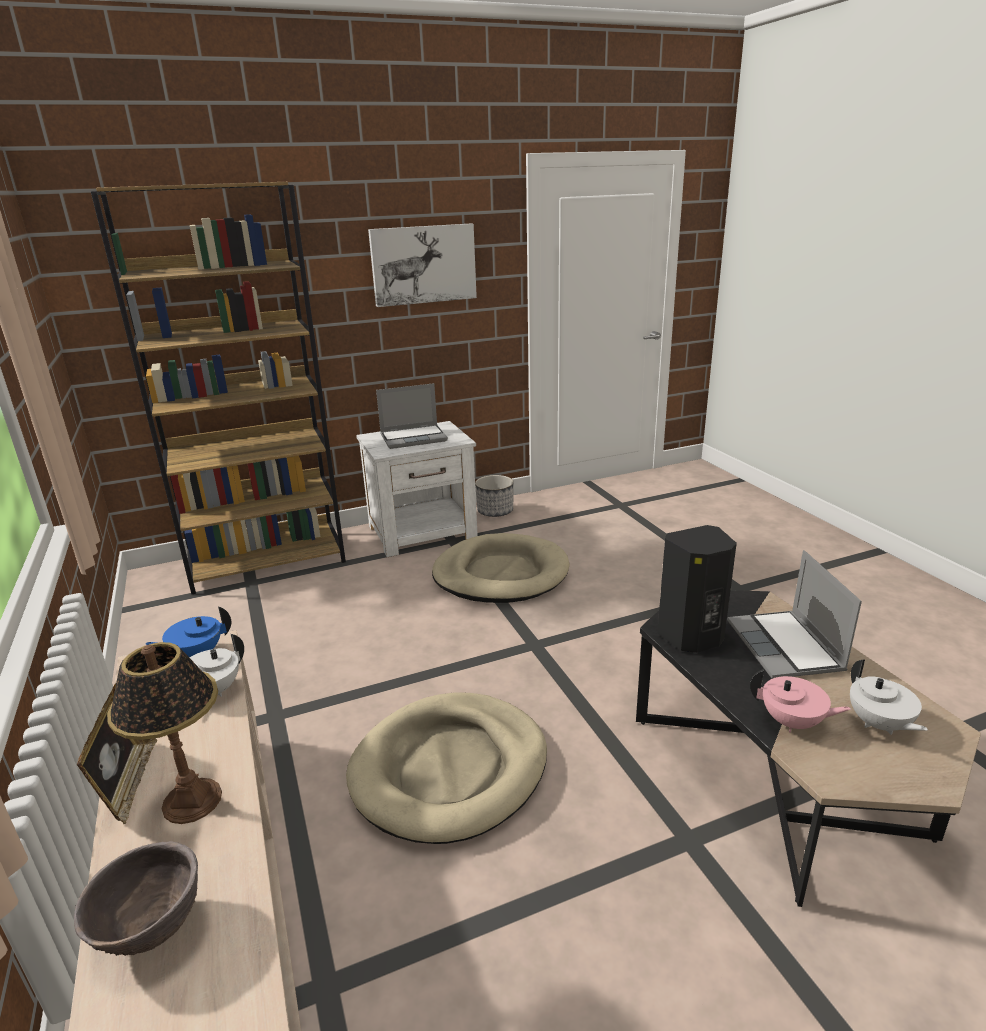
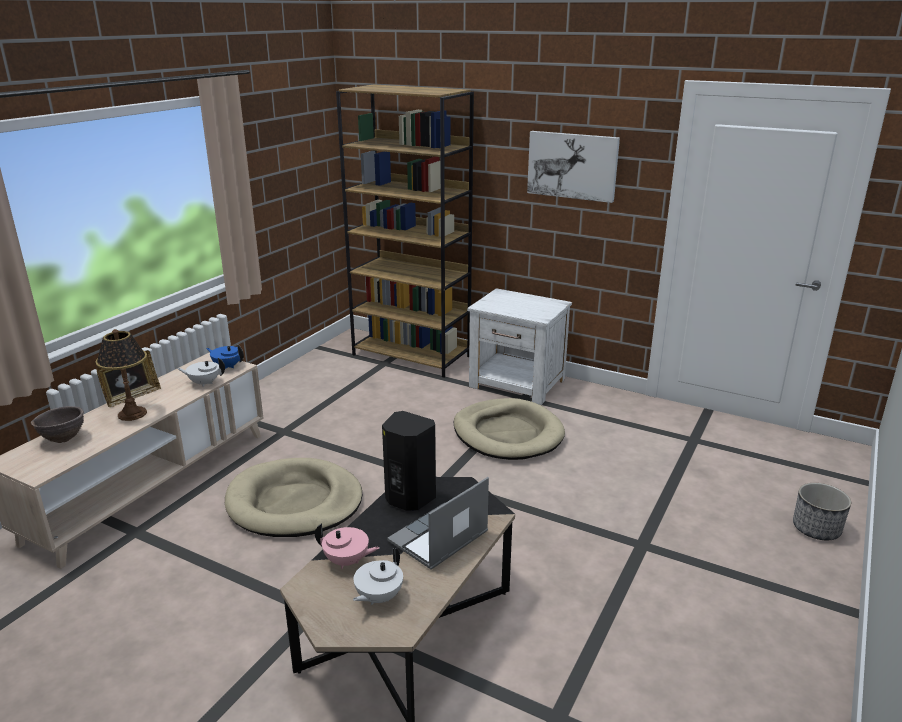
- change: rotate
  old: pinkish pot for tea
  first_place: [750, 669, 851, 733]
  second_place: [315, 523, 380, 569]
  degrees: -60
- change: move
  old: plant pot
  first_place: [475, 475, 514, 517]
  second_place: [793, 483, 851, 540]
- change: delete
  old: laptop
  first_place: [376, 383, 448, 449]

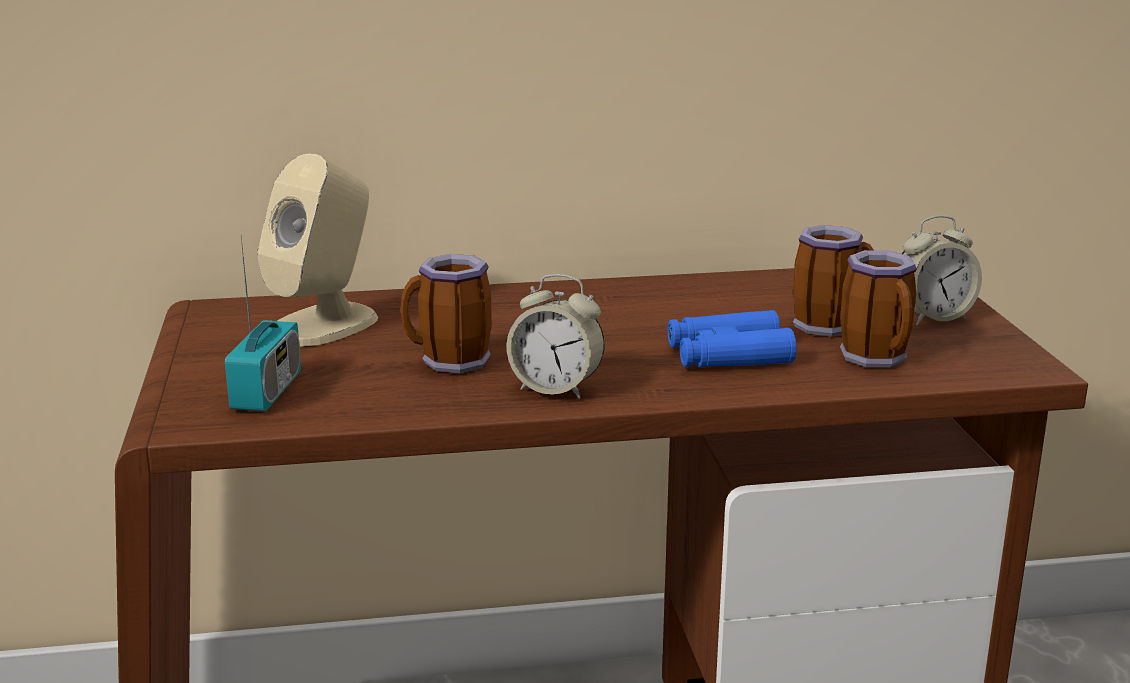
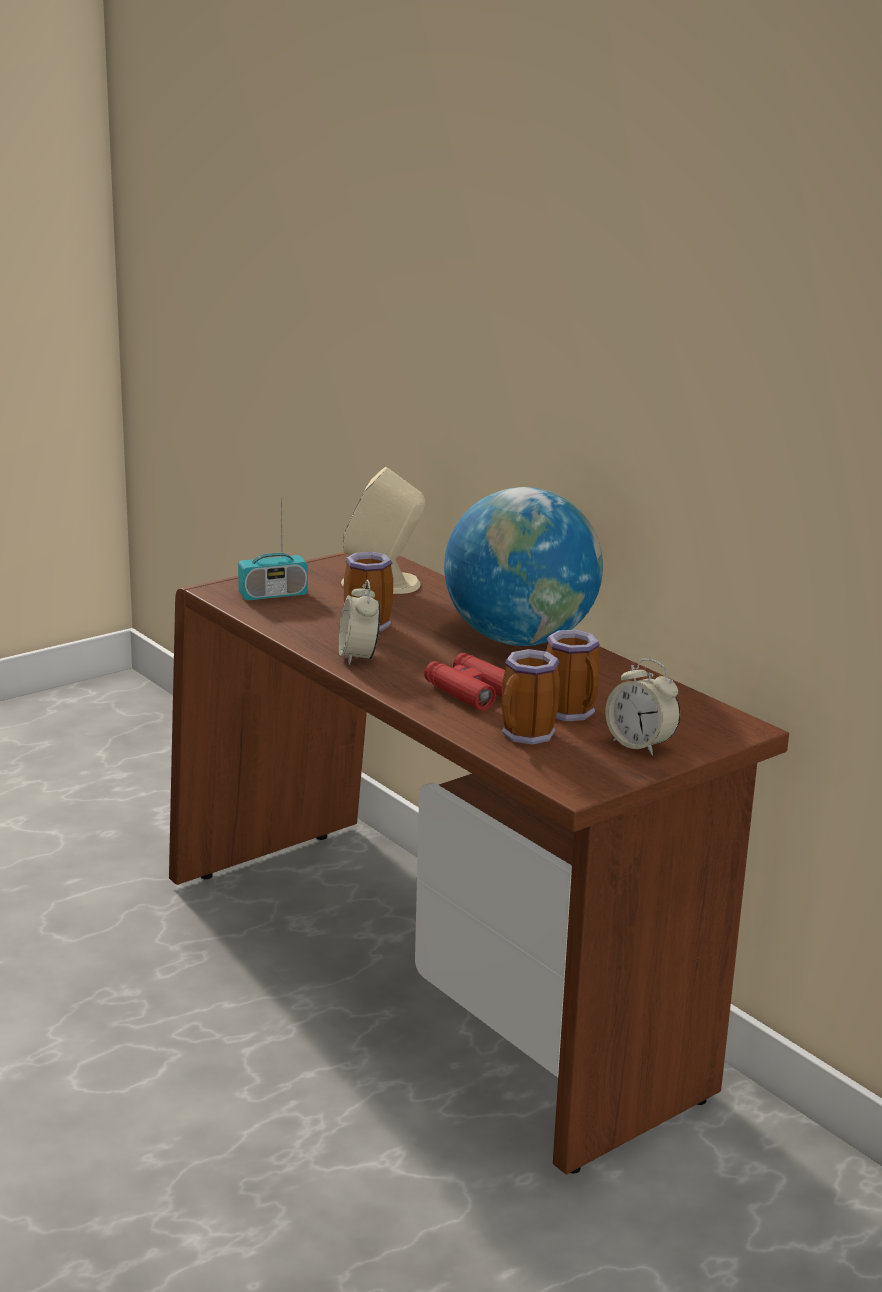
- change: recolor
  old: bluish pair of binoculars
  new: red pair of binoculars
  first_place: [667, 310, 797, 367]
  second_place: [424, 653, 505, 711]
- change: insert
  new: desk globe
  second_place: [444, 487, 603, 646]

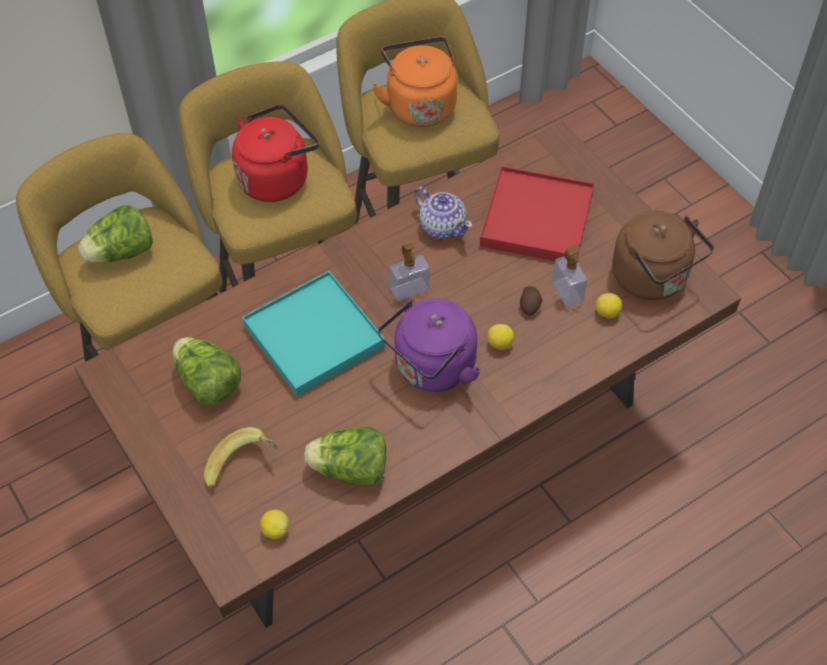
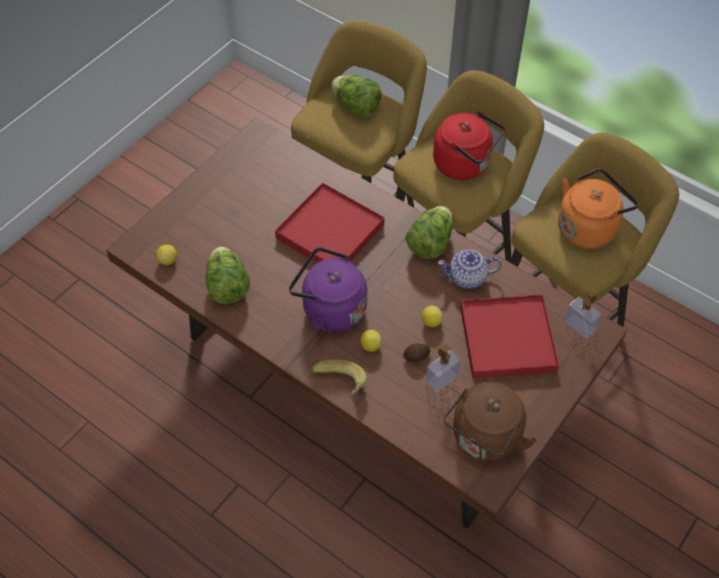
- change: recolor
  old: turquoise-coloured tray
  new: red tray
  first_place: [242, 271, 385, 397]
  second_place: [275, 182, 385, 263]
- change: move
  old: whole banana
  first_place: [204, 427, 278, 489]
  second_place: [311, 360, 367, 397]
- change: move
  old: lettuce
  first_place: [173, 337, 241, 406]
  second_place: [405, 206, 453, 259]
- change: move
  old: whole lemon
  first_place: [595, 293, 622, 319]
  second_place: [422, 306, 442, 327]
- change: rotate
  old: pot for tea
  first_place: [414, 187, 472, 239]
  second_place: [437, 249, 502, 289]
  degrees: 60
- change: move
  old: soap dispenser
  first_place: [389, 243, 430, 301]
  second_place: [564, 290, 602, 339]

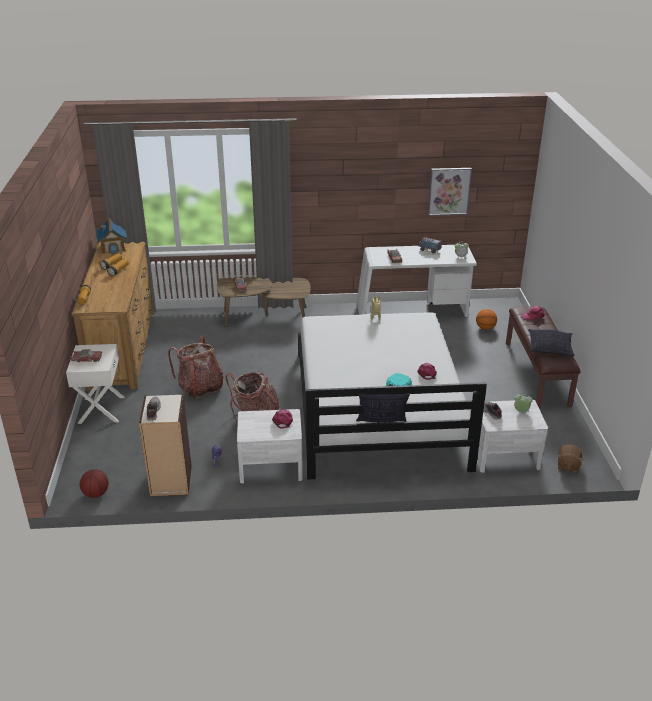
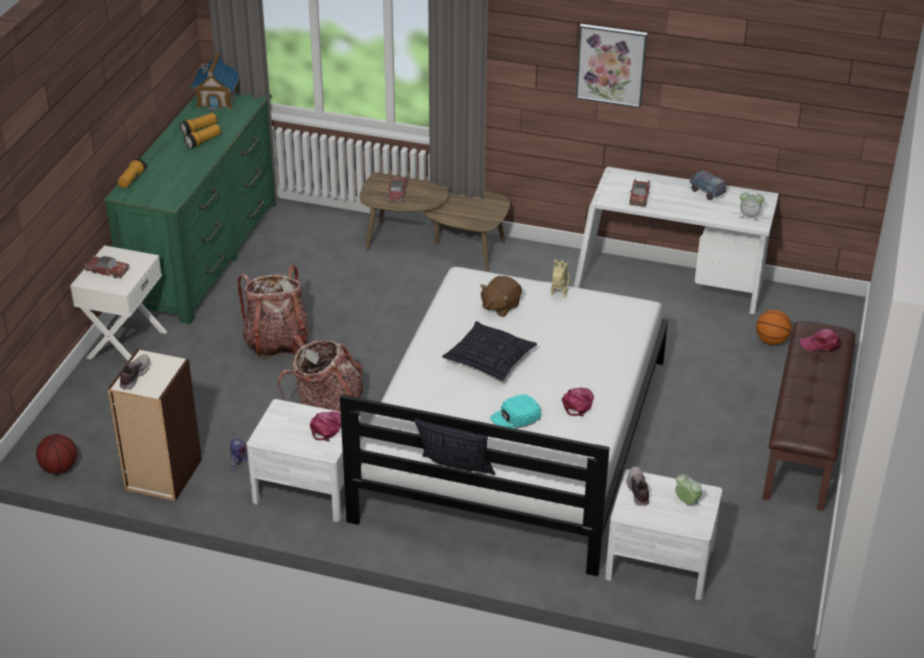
- change: recolor
  old: brownish drawer chest
  new: greenish drawer chest
  first_place: [72, 241, 154, 391]
  second_place: [103, 94, 276, 324]
- change: move
  old: pillow
  first_place: [528, 329, 574, 356]
  second_place: [442, 321, 537, 381]
- change: move
  old: brownish soft toy
  first_place: [558, 444, 584, 473]
  second_place: [480, 276, 522, 317]
- change: move
  old: wall picture
  first_place: [428, 168, 472, 216]
  second_place: [576, 24, 648, 108]

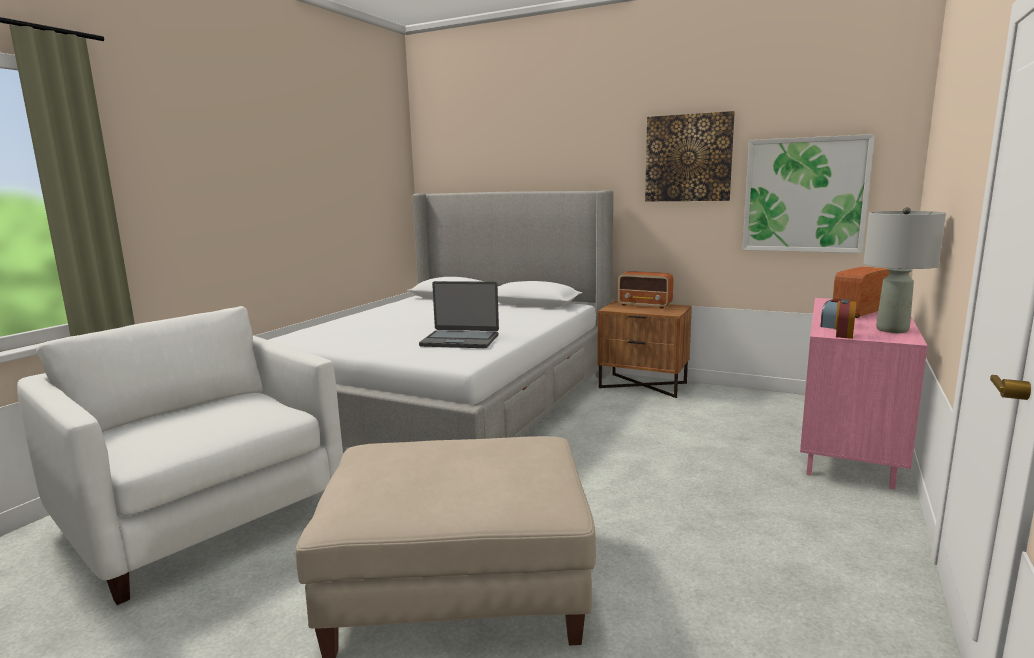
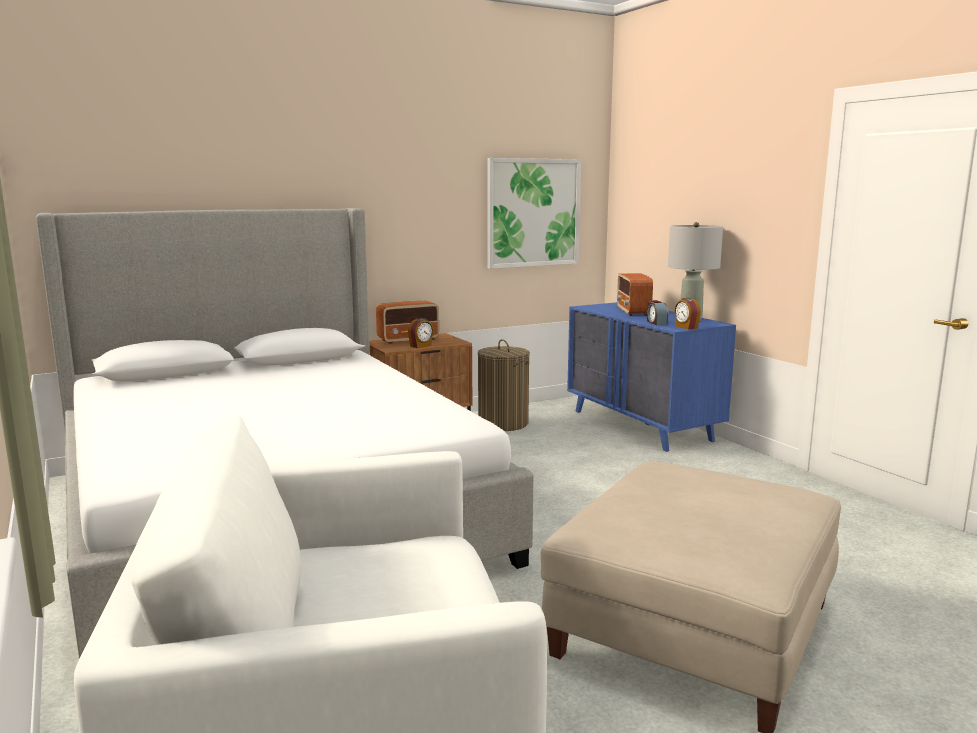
- change: insert
  new: alarm clock
  second_place: [408, 318, 433, 348]
- change: insert
  new: washing basket
  second_place: [478, 339, 530, 431]
- change: recolor
  old: pinkish drawer chest
  new: bluish drawer chest
  first_place: [800, 298, 928, 489]
  second_place: [567, 302, 736, 452]
- change: delete
  old: laptop
  first_place: [419, 281, 499, 348]
- change: delete
  old: wall picture
  first_place: [645, 111, 735, 201]

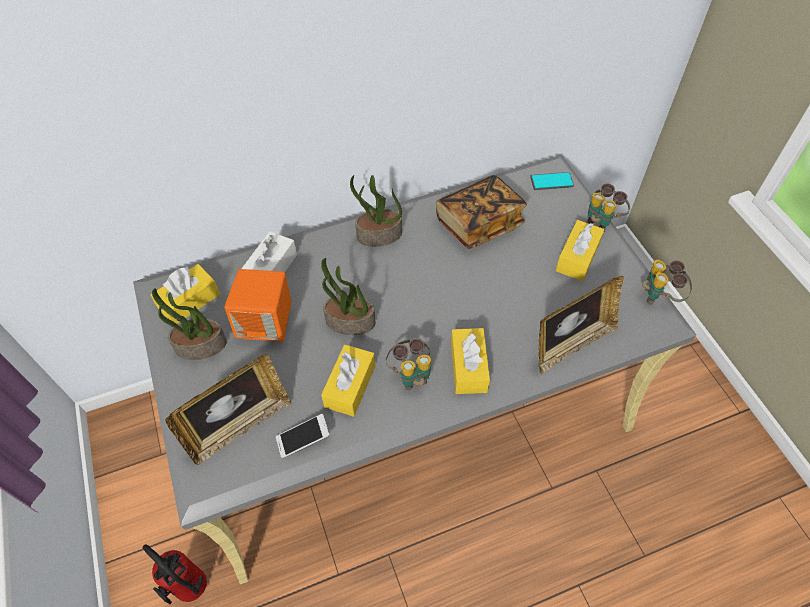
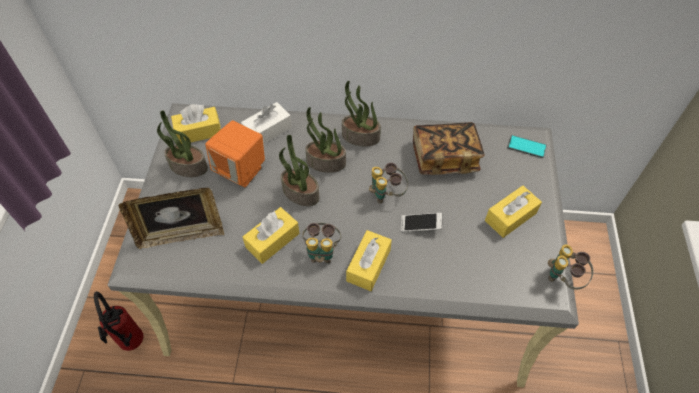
- change: insert
  new: plant in a pot
  second_place: [305, 107, 346, 173]
- change: move
  old: pair of binoculars
  first_place: [587, 183, 630, 231]
  second_place: [369, 163, 408, 204]
- change: move
  old: handset
  first_place: [276, 414, 330, 458]
  second_place: [401, 213, 442, 232]
- change: delete
  old: picture frame
  first_place: [538, 276, 624, 375]

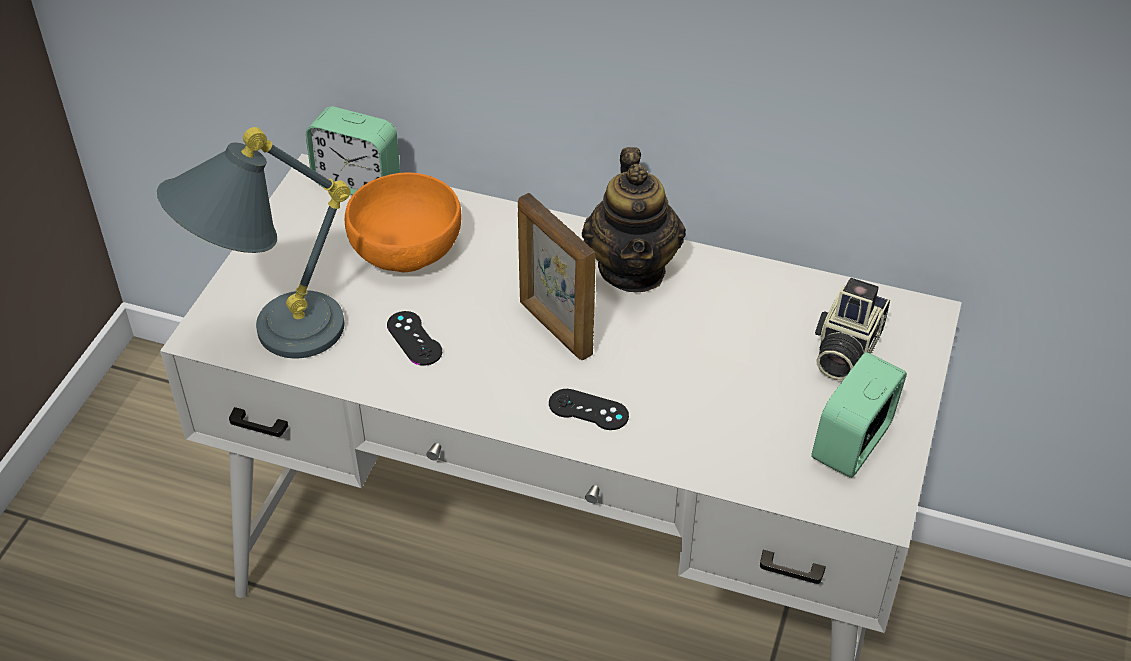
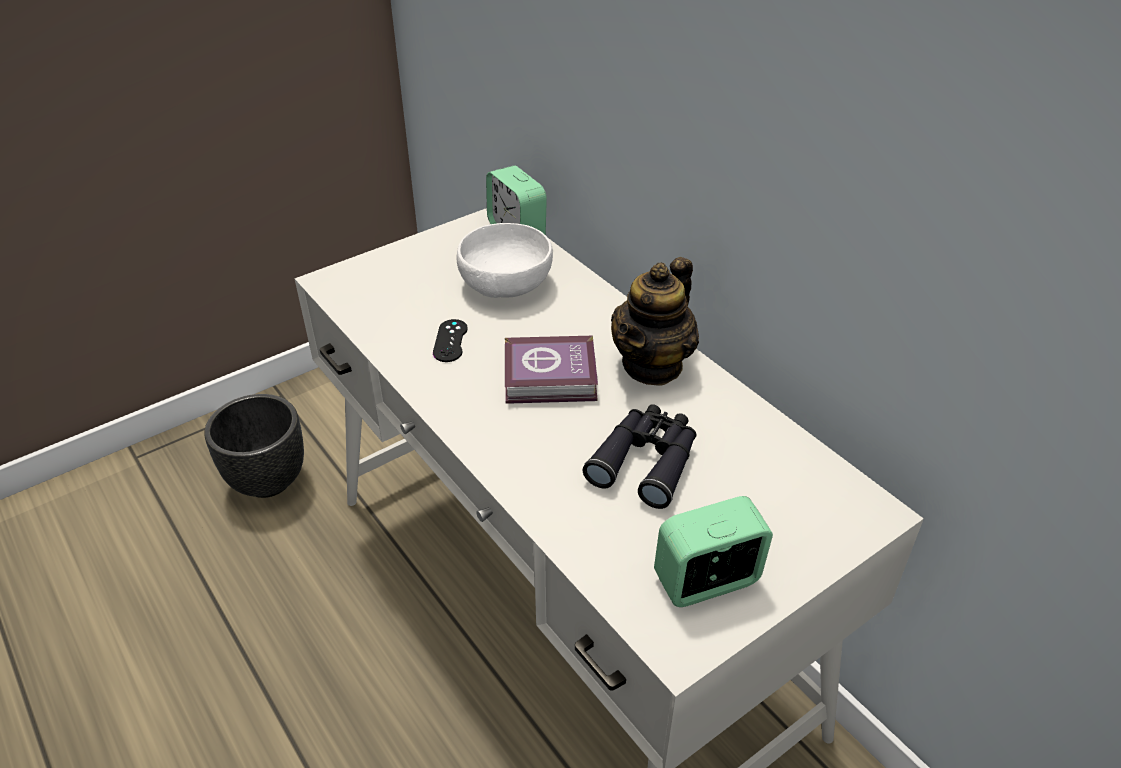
- change: insert
  new: black-coloured plant pot
  second_place: [204, 394, 304, 498]
- change: recolor
  old: orange-coloured serving bowl
  new: white-coloured serving bowl
  first_place: [345, 172, 461, 272]
  second_place: [457, 223, 553, 298]
- change: replace
  old: picture frame
  new: book
  first_place: [518, 193, 596, 361]
  second_place: [505, 336, 598, 404]
- change: insert
  new: black-coloured pair of binoculars
  second_place: [583, 404, 696, 509]
- change: delete
  old: grey table lamp
  first_place: [157, 127, 351, 358]
- change: delete
  old: black-coloured game controller
  first_place: [549, 389, 629, 430]
- change: delete
  old: photo camera
  first_place: [815, 278, 890, 380]

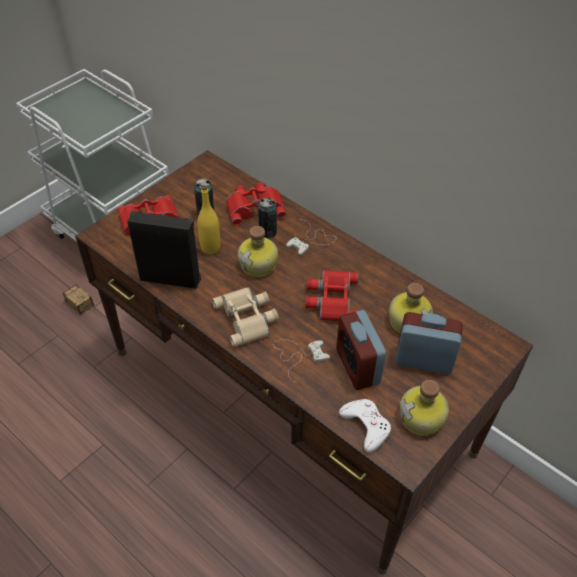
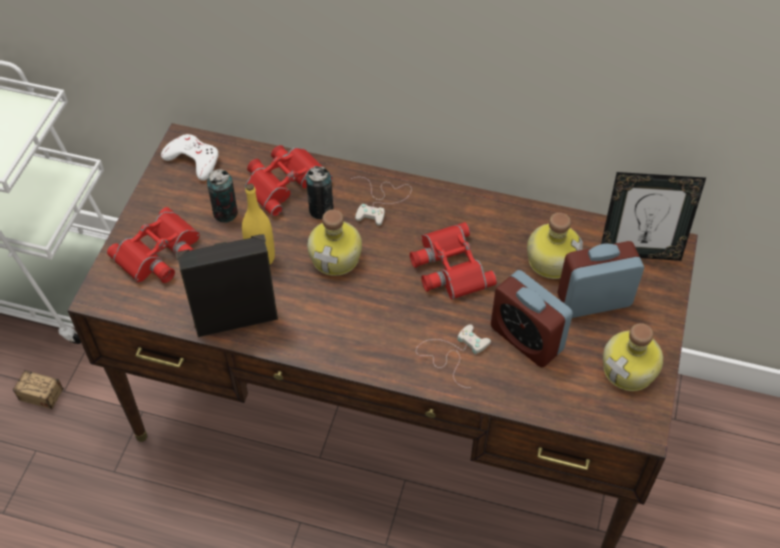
- change: move
  old: white-coloured game controller
  first_place: [339, 399, 391, 452]
  second_place: [161, 134, 219, 181]
- change: insert
  new: picture frame
  second_place: [601, 172, 706, 261]
- change: delete
  old: sand-coloured pair of binoculars
  first_place: [212, 287, 279, 347]

